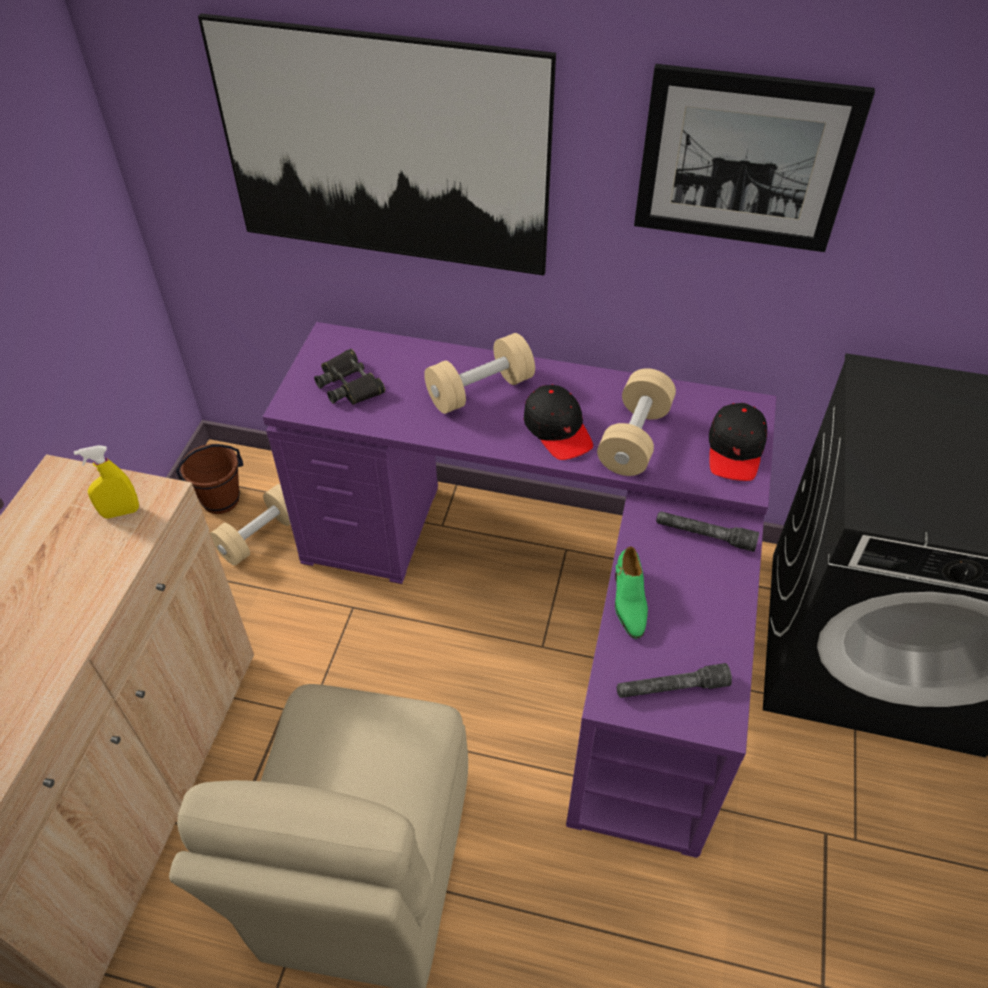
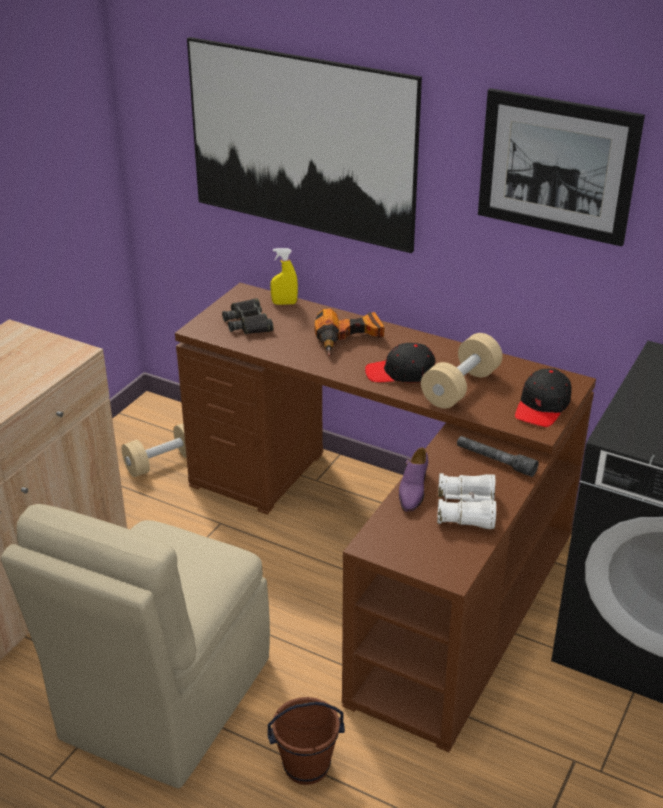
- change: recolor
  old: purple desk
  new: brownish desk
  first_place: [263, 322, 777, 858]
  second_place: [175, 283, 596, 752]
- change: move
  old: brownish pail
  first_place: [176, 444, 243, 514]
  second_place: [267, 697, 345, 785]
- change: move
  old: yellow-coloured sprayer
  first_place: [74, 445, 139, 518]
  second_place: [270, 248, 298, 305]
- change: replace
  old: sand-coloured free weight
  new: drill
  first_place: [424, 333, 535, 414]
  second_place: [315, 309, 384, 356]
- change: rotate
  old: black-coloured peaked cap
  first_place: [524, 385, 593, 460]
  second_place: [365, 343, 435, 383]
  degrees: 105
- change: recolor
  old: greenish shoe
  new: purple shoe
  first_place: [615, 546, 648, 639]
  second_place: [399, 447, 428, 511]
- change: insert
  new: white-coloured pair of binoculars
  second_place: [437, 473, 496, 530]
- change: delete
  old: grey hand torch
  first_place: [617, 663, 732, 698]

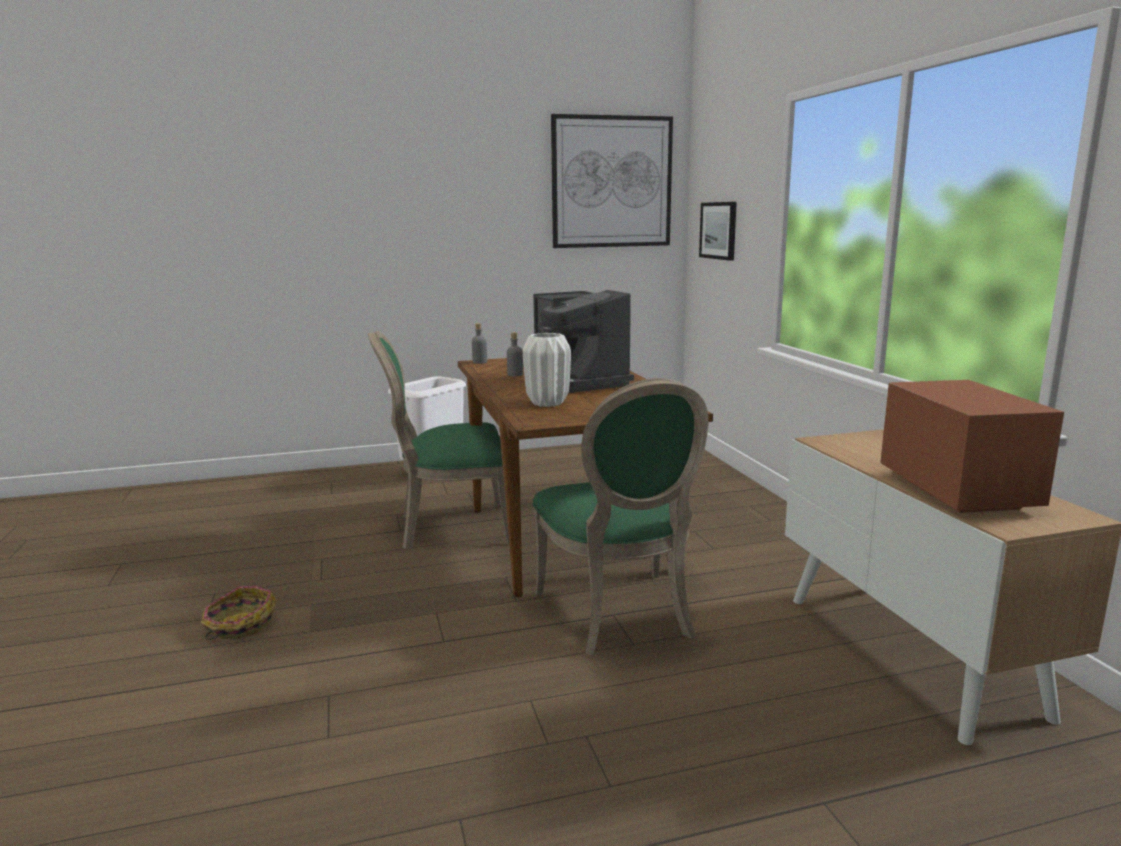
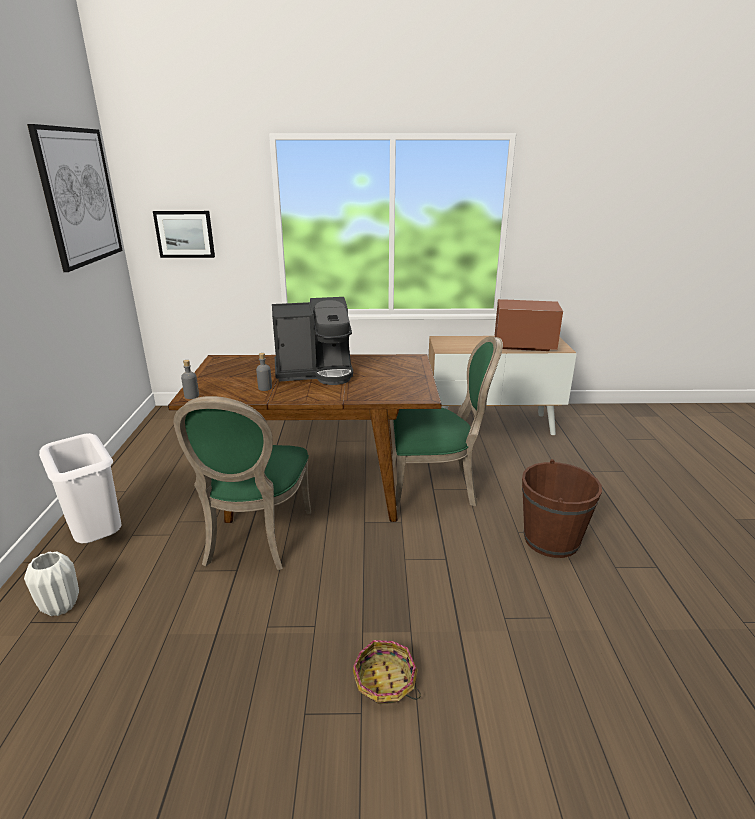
- change: move
  old: white-coloured flower vase
  first_place: [523, 333, 571, 407]
  second_place: [24, 551, 79, 616]
- change: insert
  new: brownish pail
  second_place: [522, 459, 602, 558]

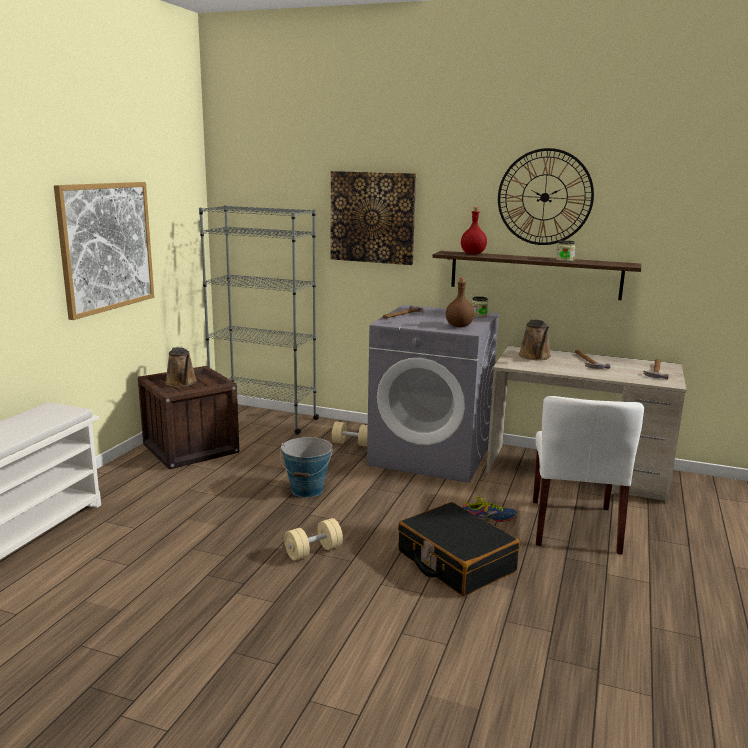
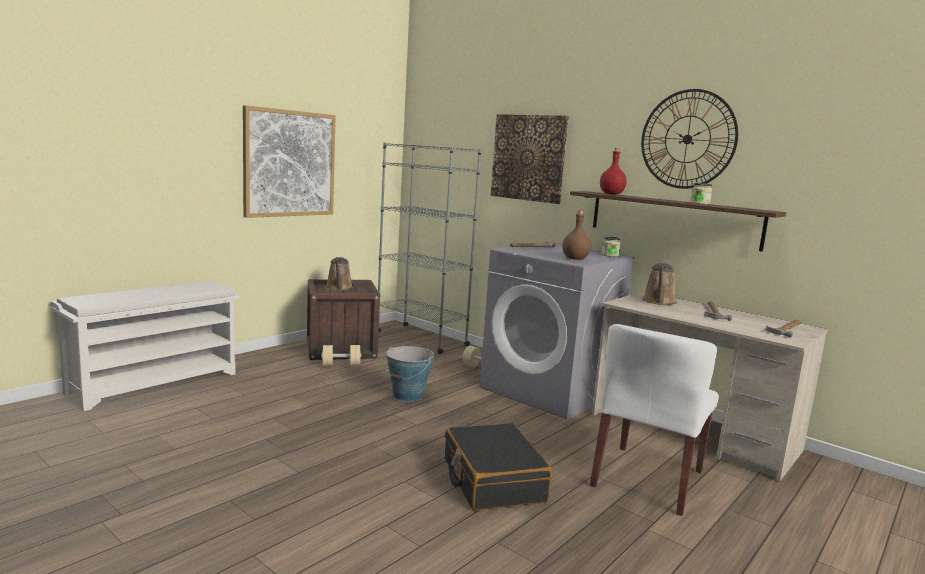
- change: move
  old: sand-coloured free weight
  first_place: [284, 518, 343, 561]
  second_place: [321, 345, 361, 366]
- change: delete
  old: shoe
  first_place: [462, 497, 517, 522]

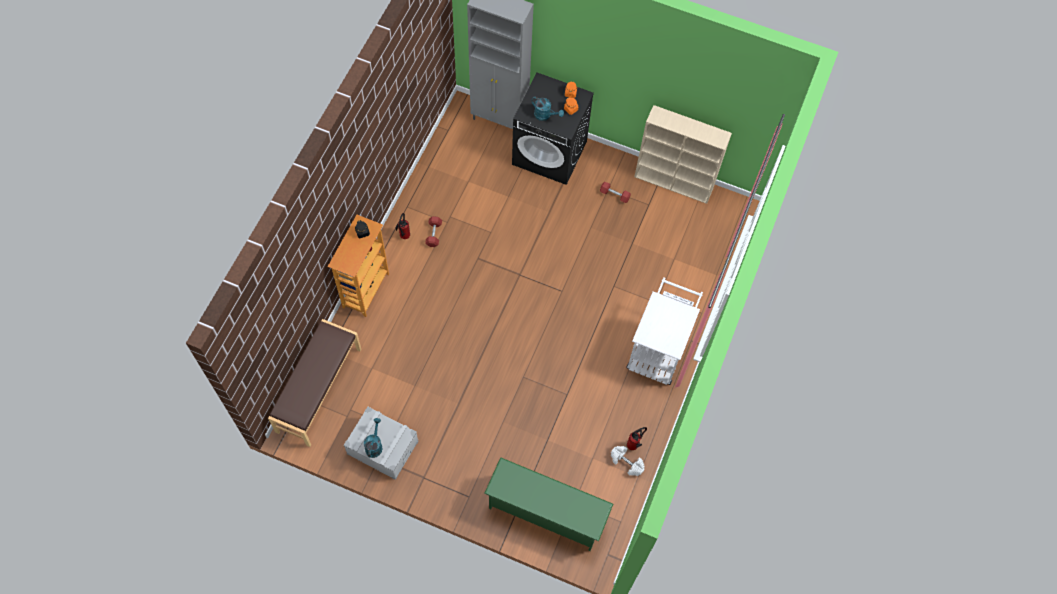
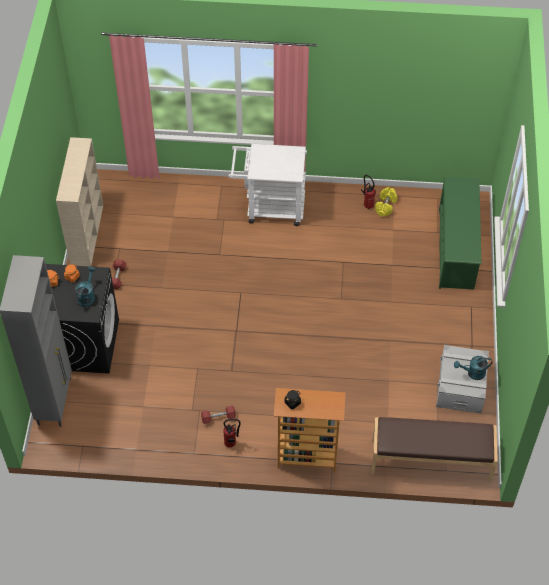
- change: recolor
  old: white-coloured free weight
  new: yellow-coloured free weight
  first_place: [611, 446, 645, 476]
  second_place: [375, 187, 397, 216]

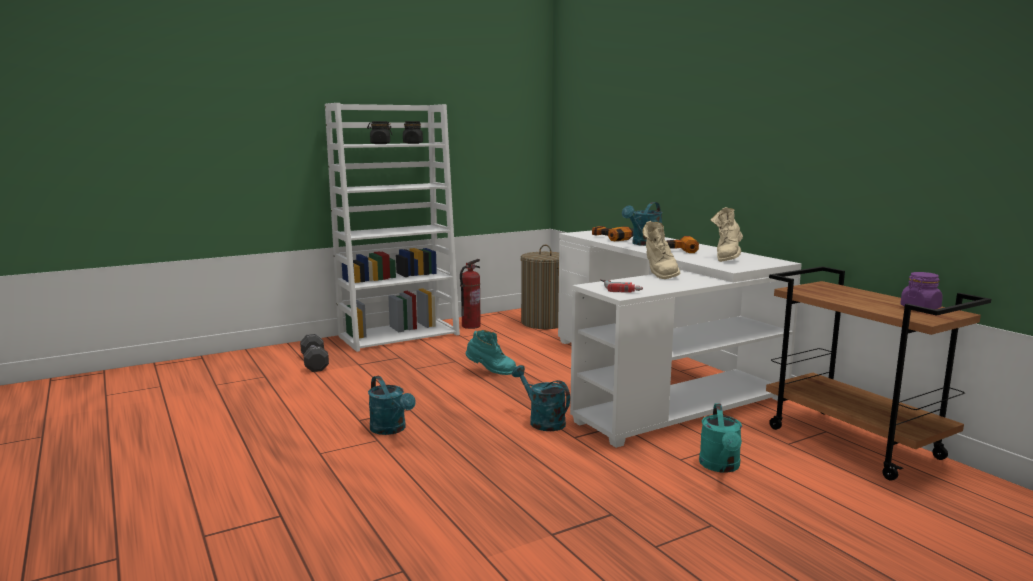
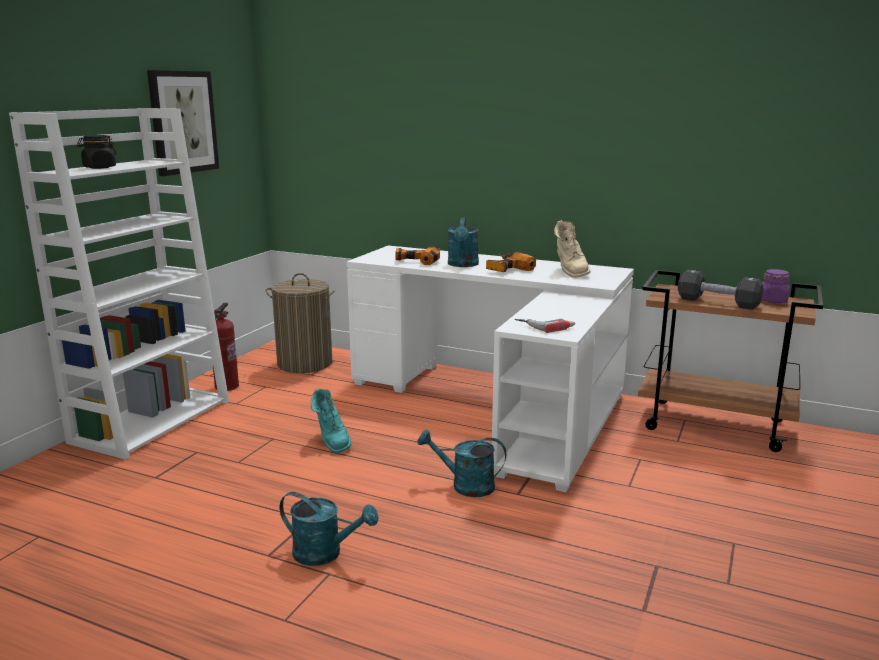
- change: insert
  new: wall picture
  second_place: [147, 70, 219, 176]
- change: rotate
  old: turquoise-coloured high-top boot
  first_place: [466, 330, 517, 375]
  second_place: [311, 388, 352, 453]
  degrees: 90
- change: move
  old: black-coloured free weight
  first_place: [300, 334, 329, 372]
  second_place: [678, 269, 763, 310]
- change: delete
  old: black-coloured storage jar
  first_place: [403, 121, 423, 144]
- change: delete
  old: sand-coloured high-top boot
  first_place: [642, 221, 681, 279]
- change: delete
  old: turquoise-coloured sprinkling can
  first_place: [699, 403, 742, 473]

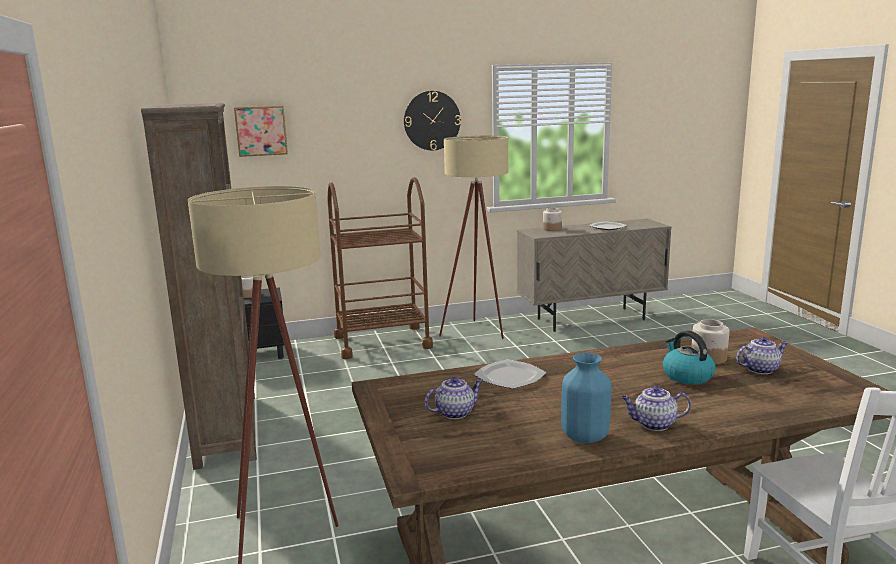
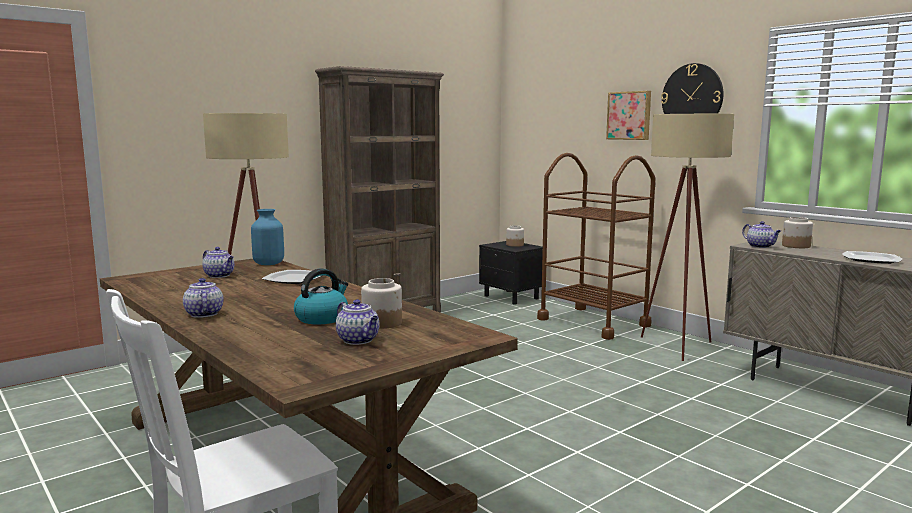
- change: move
  old: bluish flower vase
  first_place: [561, 353, 611, 443]
  second_place: [251, 209, 284, 265]
- change: move
  old: wall picture
  first_place: [234, 106, 288, 157]
  second_place: [606, 91, 651, 140]
- change: insert
  new: pot for tea
  second_place: [742, 221, 781, 248]

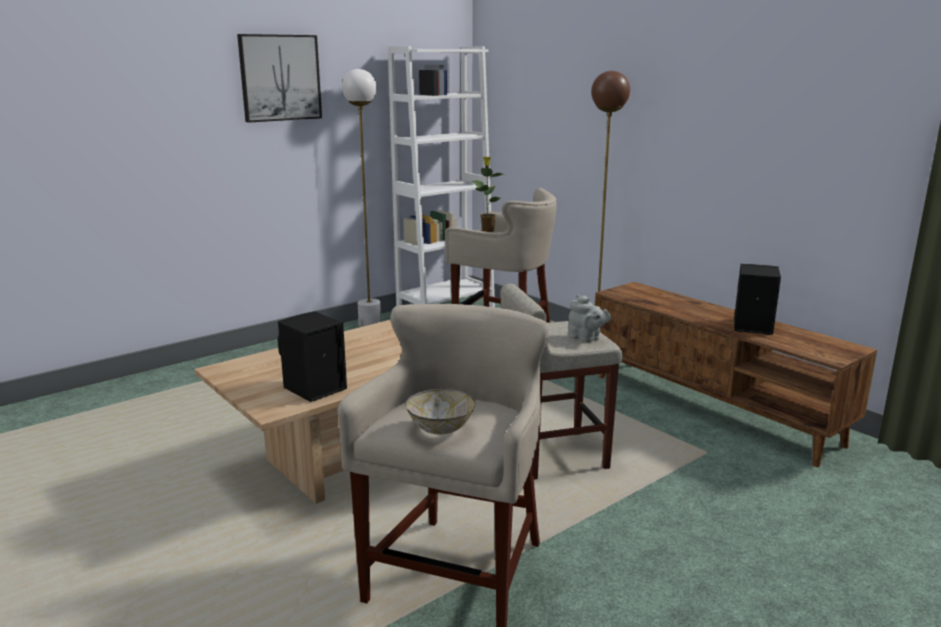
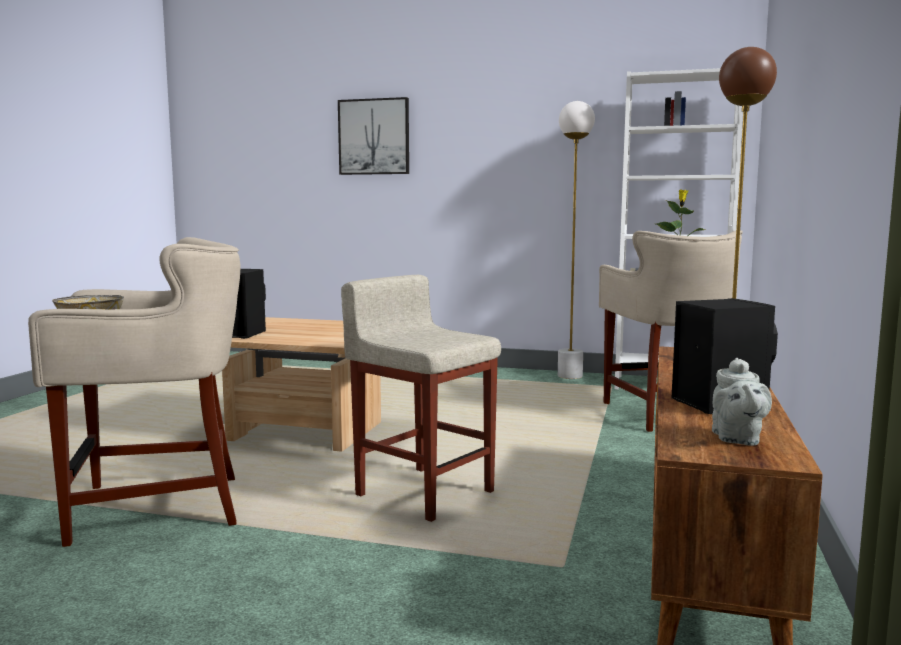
- change: move
  old: wall picture
  first_place: [237, 34, 322, 123]
  second_place: [338, 97, 409, 175]
- change: move
  old: grey pot for tea
  first_place: [568, 295, 611, 342]
  second_place: [712, 358, 772, 446]

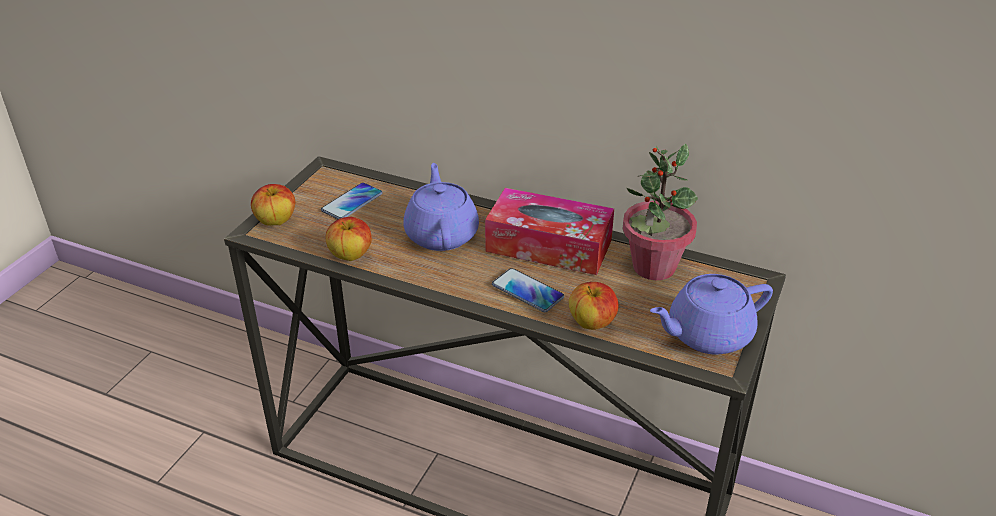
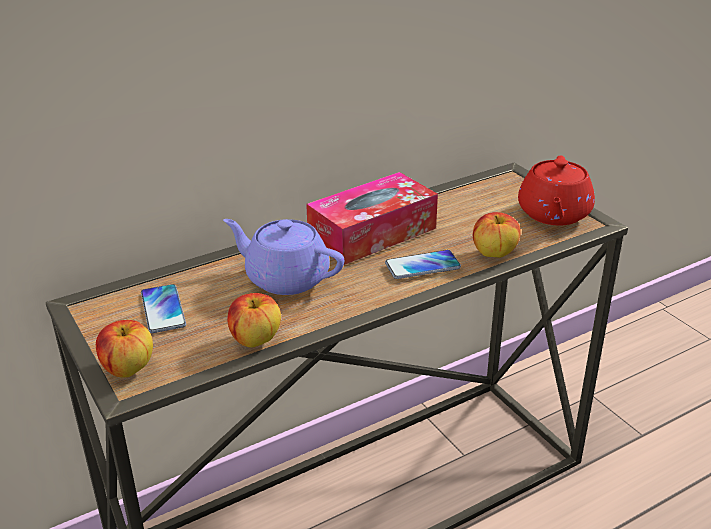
- change: recolor
  old: purple pot for tea
  new: red pot for tea
  first_place: [650, 274, 773, 355]
  second_place: [518, 156, 595, 225]
- change: delete
  old: plant in a pot
  first_place: [622, 143, 698, 280]

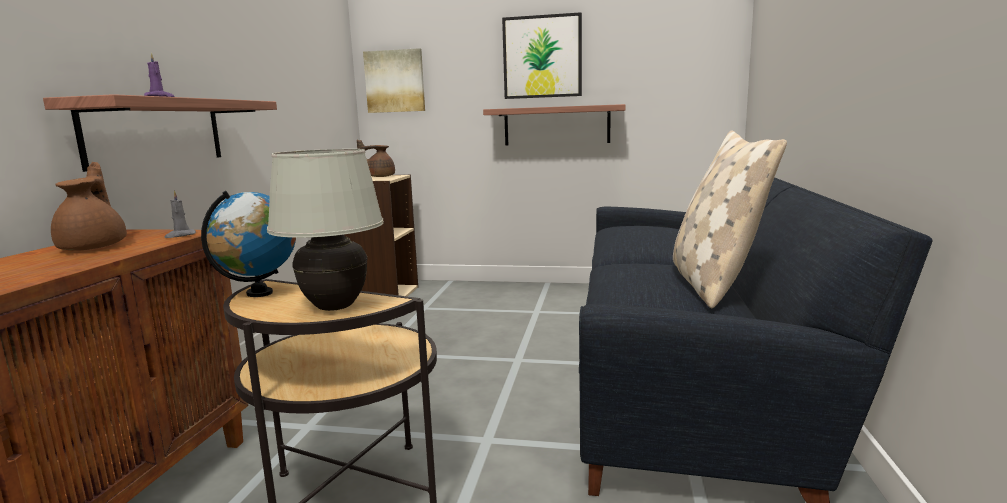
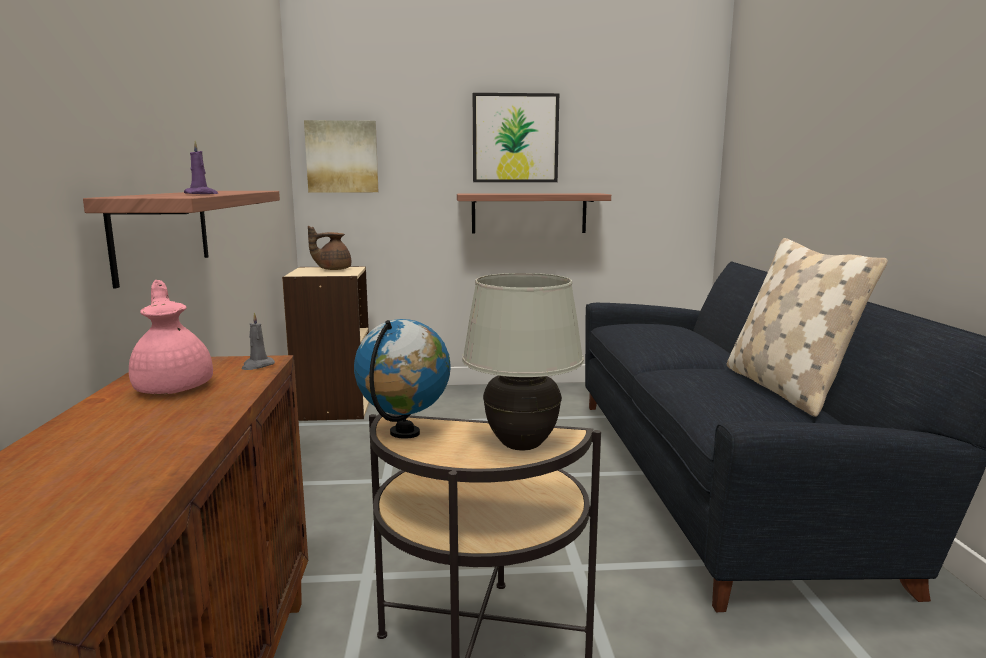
- change: recolor
  old: brownish pot for tea
  new: pinkish pot for tea
  first_place: [51, 162, 127, 251]
  second_place: [129, 280, 213, 394]

